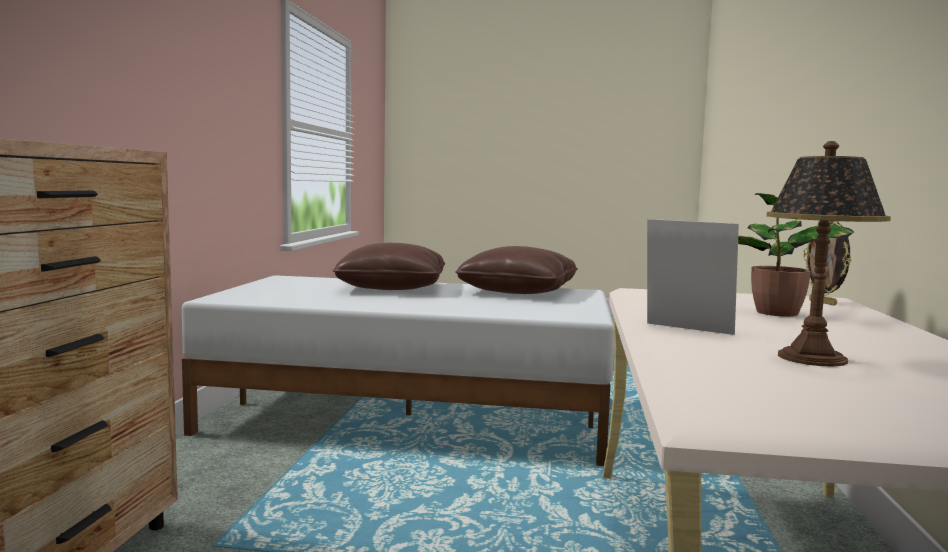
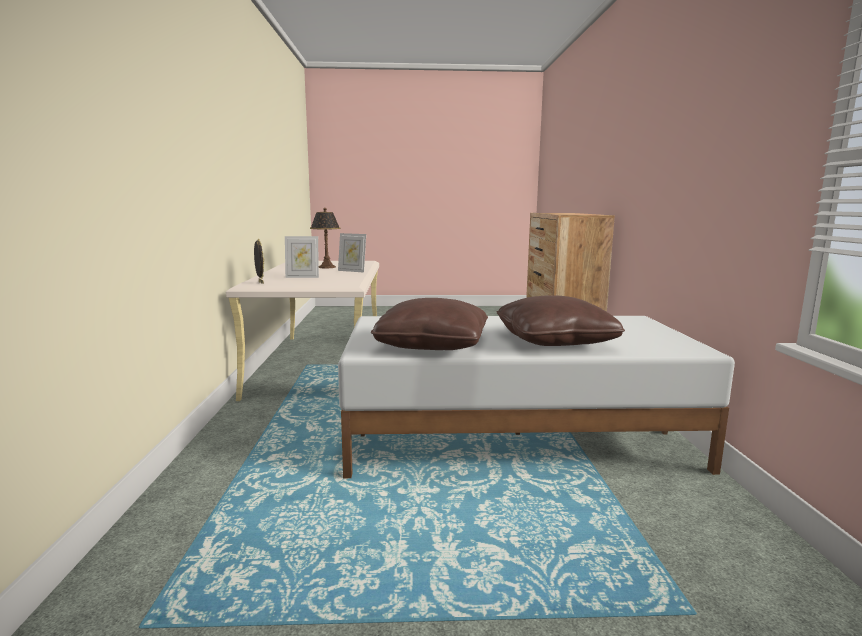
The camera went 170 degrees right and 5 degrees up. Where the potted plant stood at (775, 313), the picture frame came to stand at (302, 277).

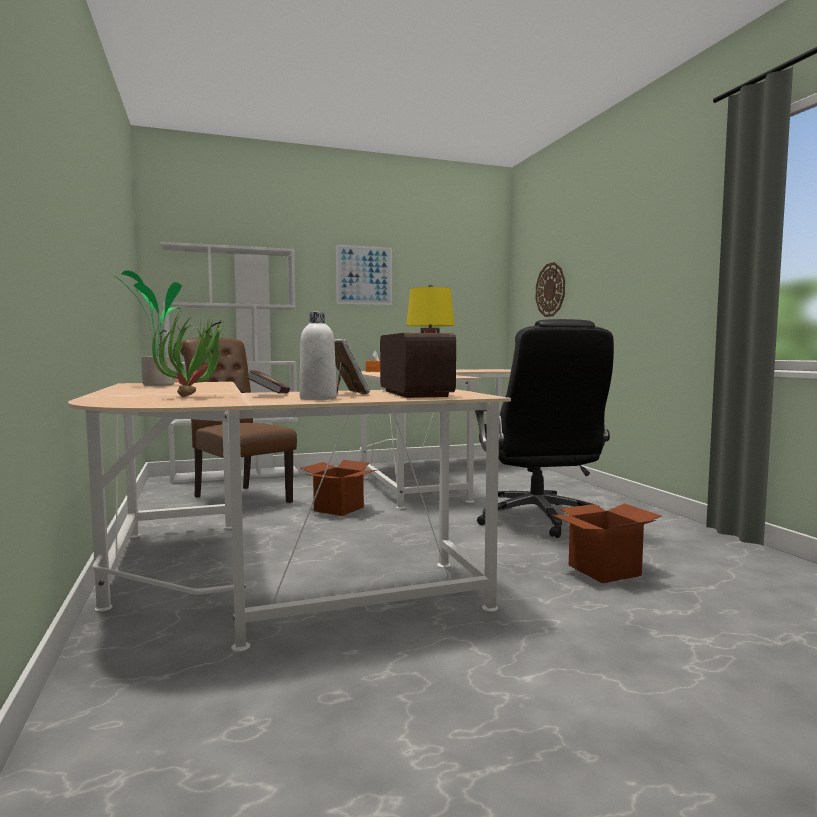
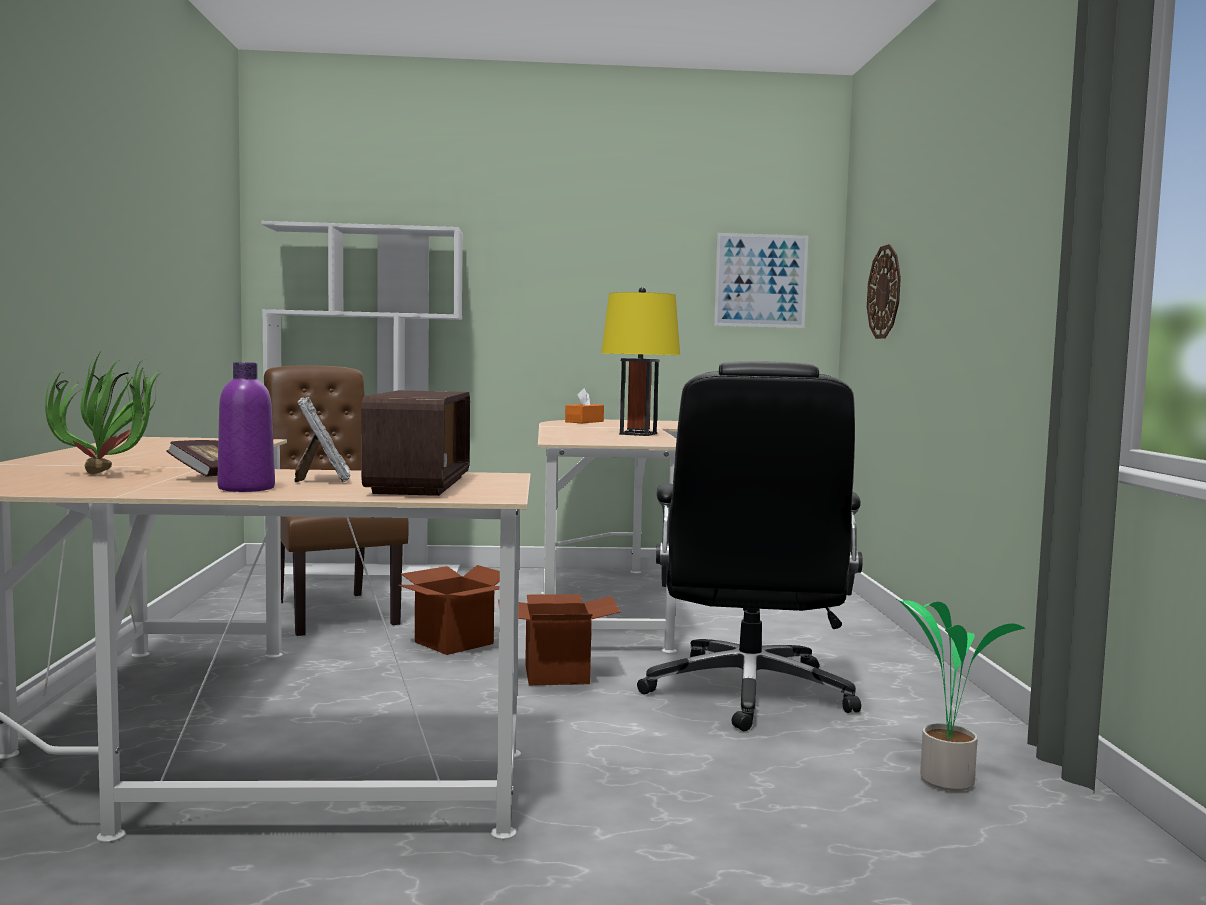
The camera went 15 degrees right and 0 degrees up. The potted plant ended up elsewhere, having gone from (156, 385) to (942, 781). What was the bottle (white) at (318, 398) turned into the bottle (purple) at (246, 488). The picture ended up elsewhere, having gone from (364, 275) to (761, 280). The cardboard box ended up elsewhere, having gone from (604, 570) to (557, 674).

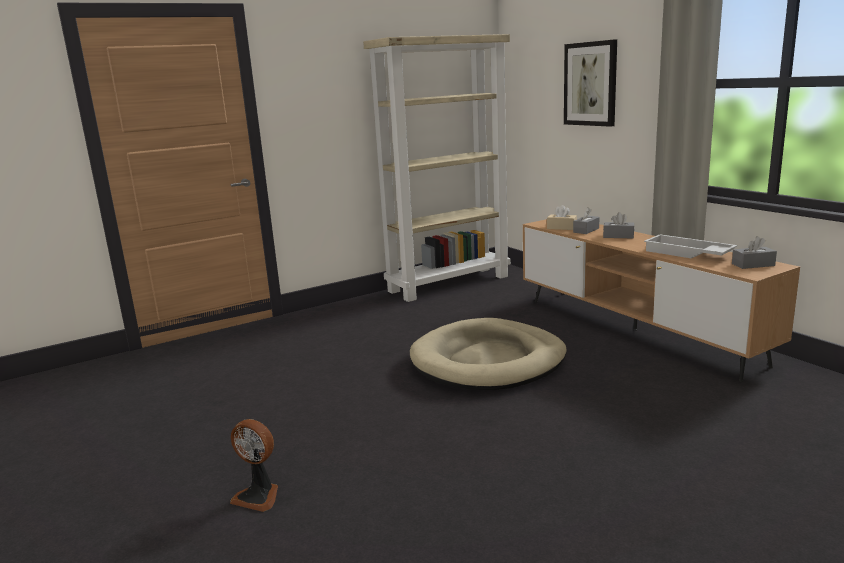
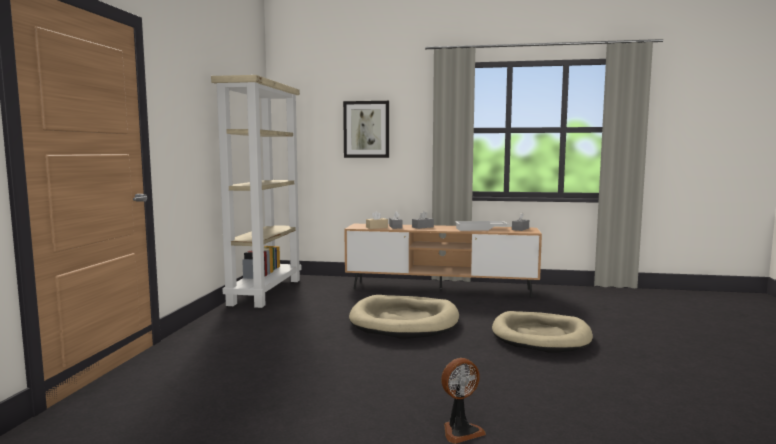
The camera went 50 degrees left and 10 degrees down. The second view gained the dog bed (beige) at (541, 336).

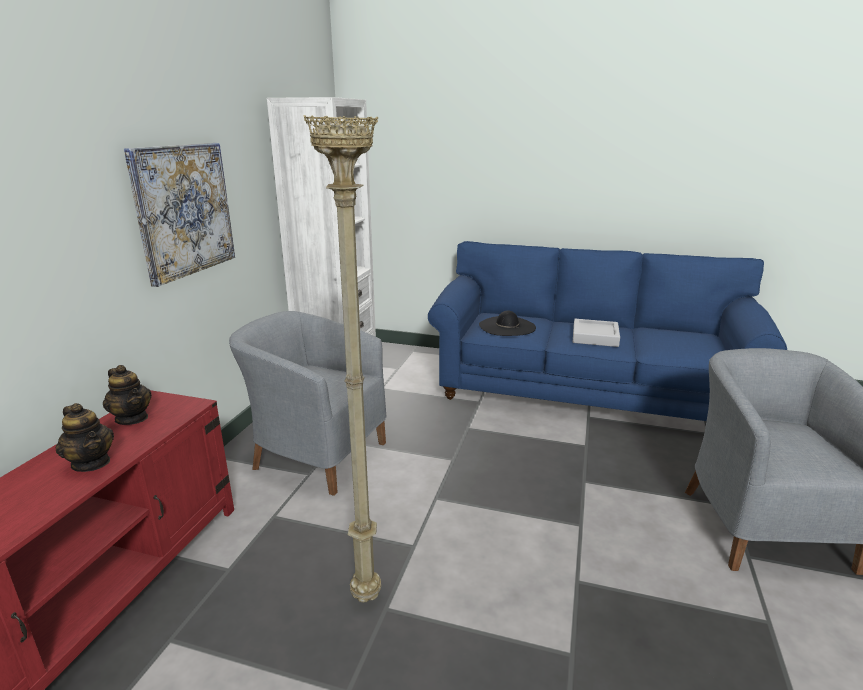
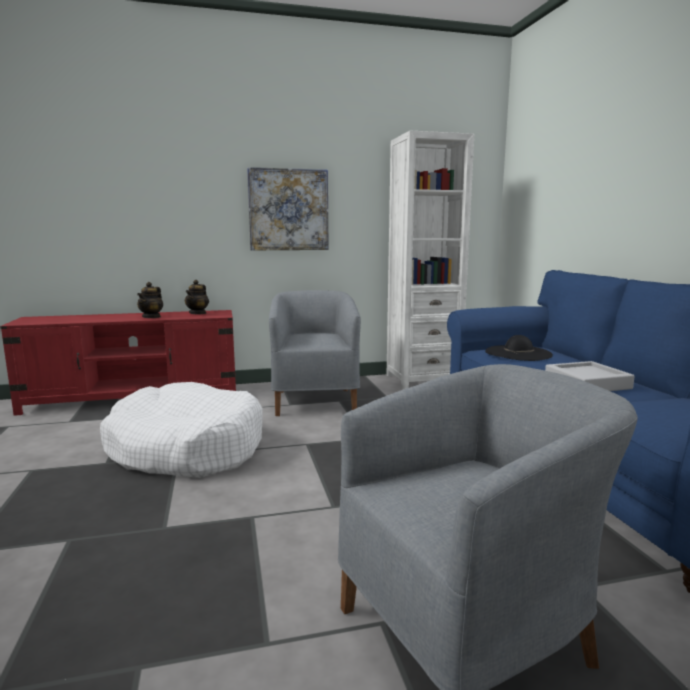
The camera went 60 degrees right and 10 degrees down. Where the floor lamp (beige) stood at (368, 595), the dog bed (white) came to stand at (186, 449).

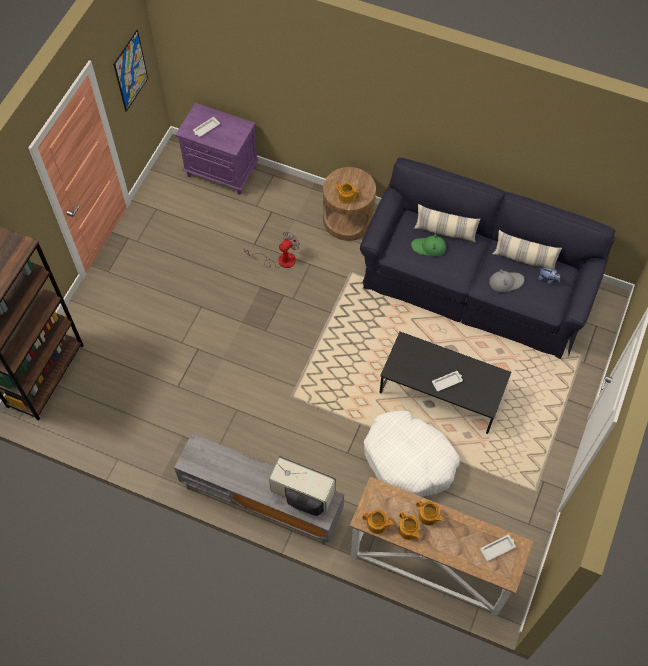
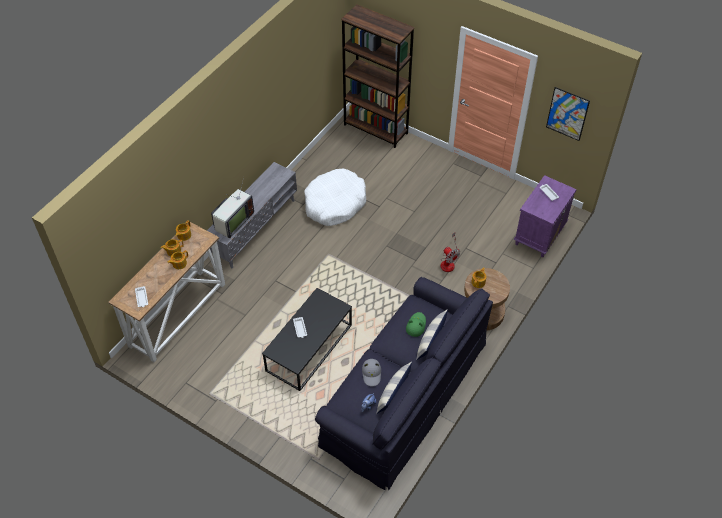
The camera went 100 degrees right and 10 degrees down. The dog bed (white) ended up elsewhere, having gone from (409, 459) to (334, 203).

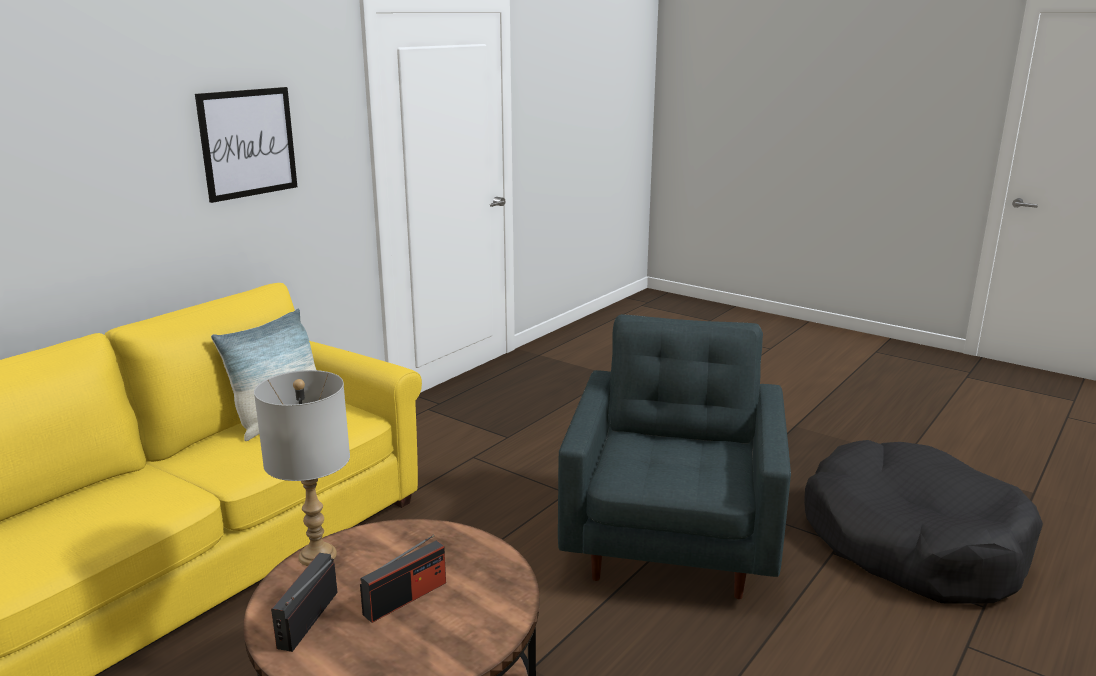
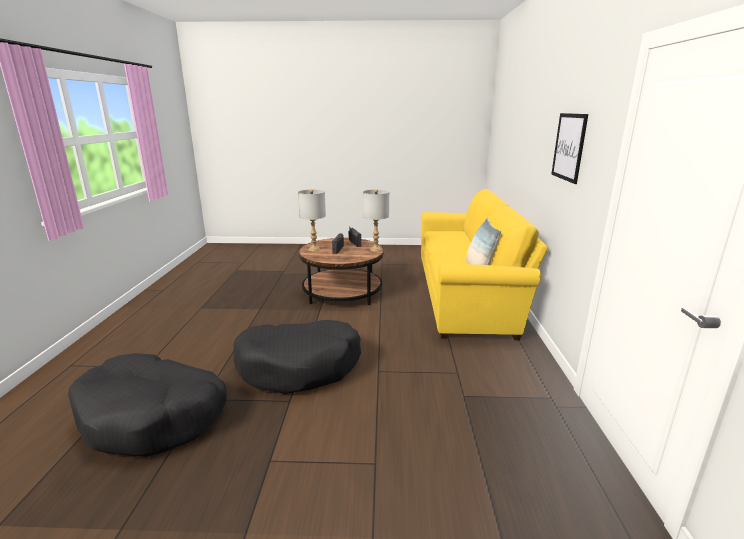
The camera went 145 degrees right and 0 degrees up. Where the armchair (grey) stood at (673, 540), the dog bed (black) came to stand at (299, 366). The second view gained the table lamp (grey) at (314, 249).

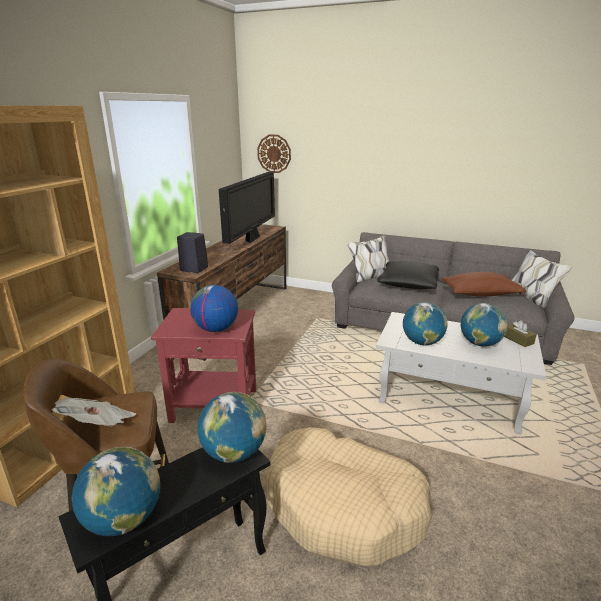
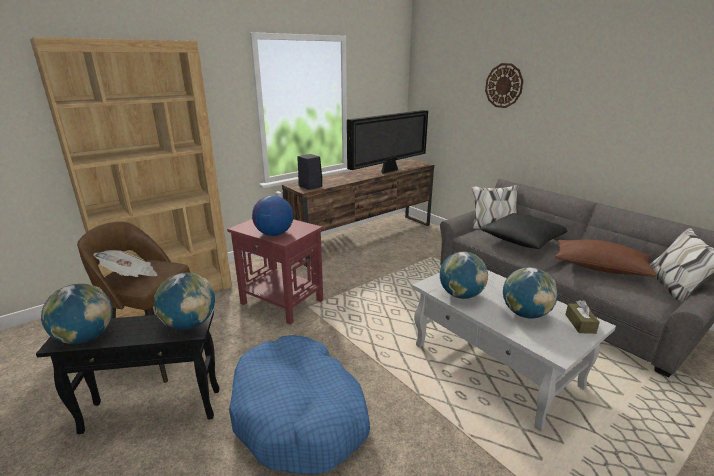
The camera went 30 degrees right and 0 degrees up. The wall clock ended up elsewhere, having gone from (274, 153) to (504, 85). What was the dog bed (beige) at (343, 506) turned into the dog bed (blue) at (300, 414).

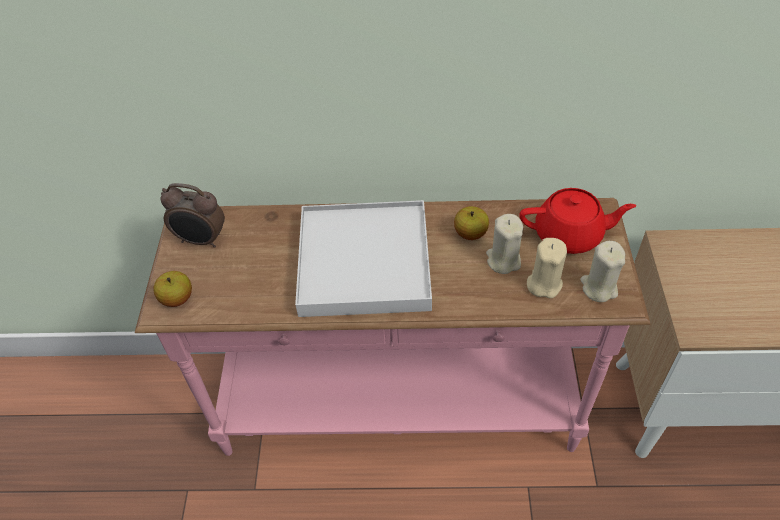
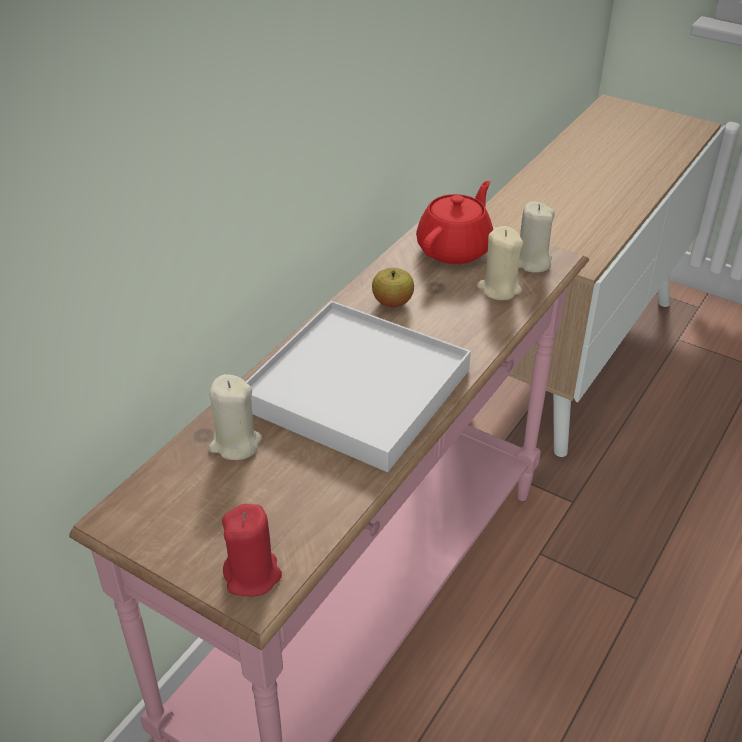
The camera went 60 degrees left and 10 degrees down. Where the apple stood at (177, 299), the candle (red) came to stand at (253, 575). The second view lost the alarm clock at (201, 240). The candle (beige) ended up elsewhere, having gone from (503, 260) to (235, 444).

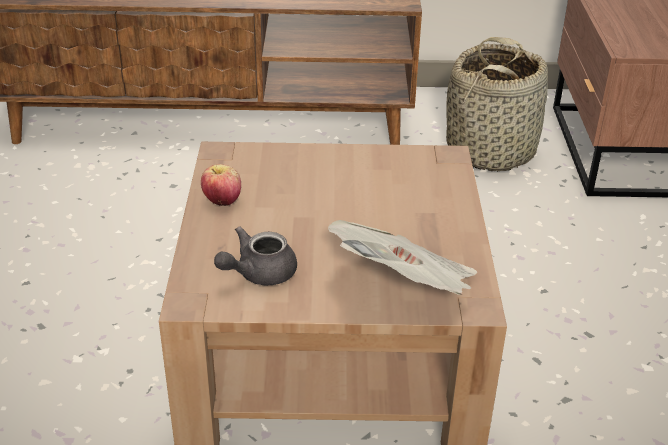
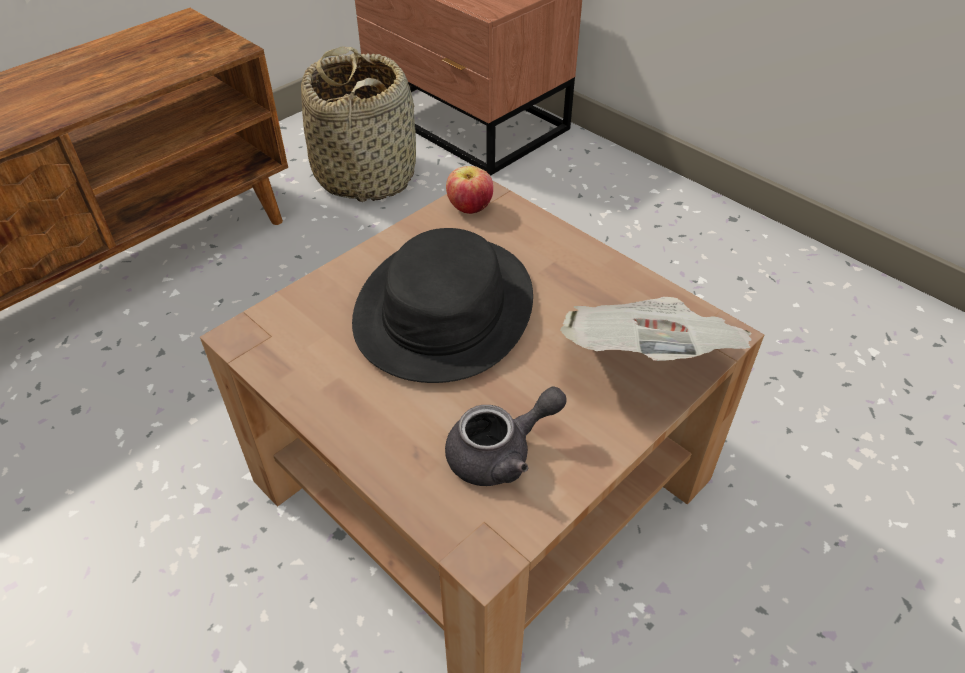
The camera went 45 degrees left and 10 degrees up. The apple ended up elsewhere, having gone from (222, 201) to (470, 208). The teapot (grey) at (258, 273) ended up facing another way, 120 degrees counterclockwise from before. The second view gained the hat (black) at (443, 308).

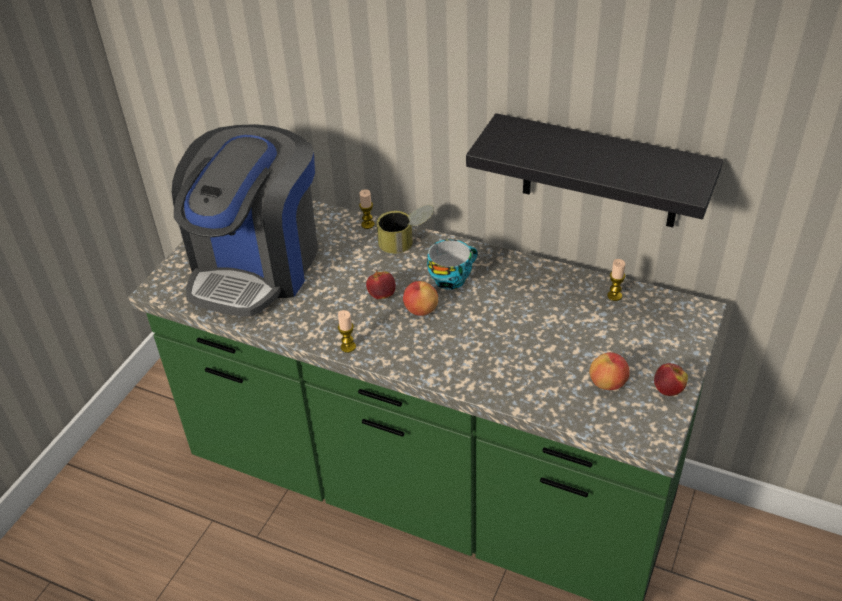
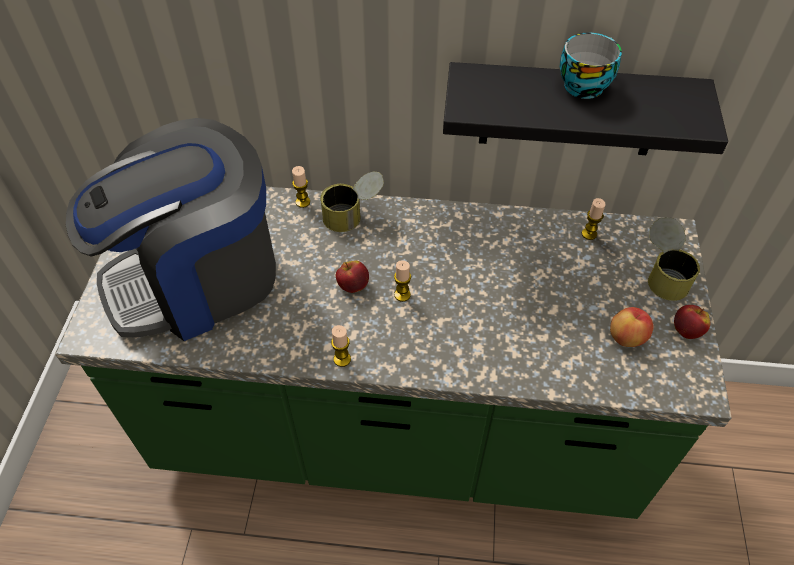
The camera went 20 degrees left and 10 degrees up. The coffee machine at (257, 266) ended up facing another way, 60 degrees clockwise from before. Where the apple stood at (420, 310), the candle came to stand at (402, 295). The cup ended up elsewhere, having gone from (451, 278) to (584, 84). The second view gained the can at (663, 274).

